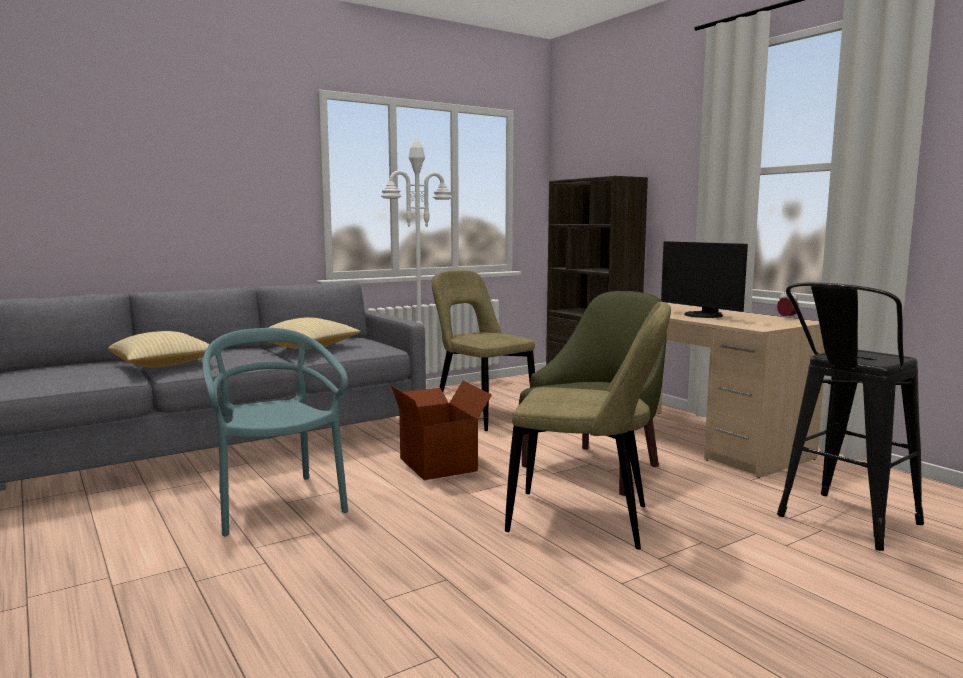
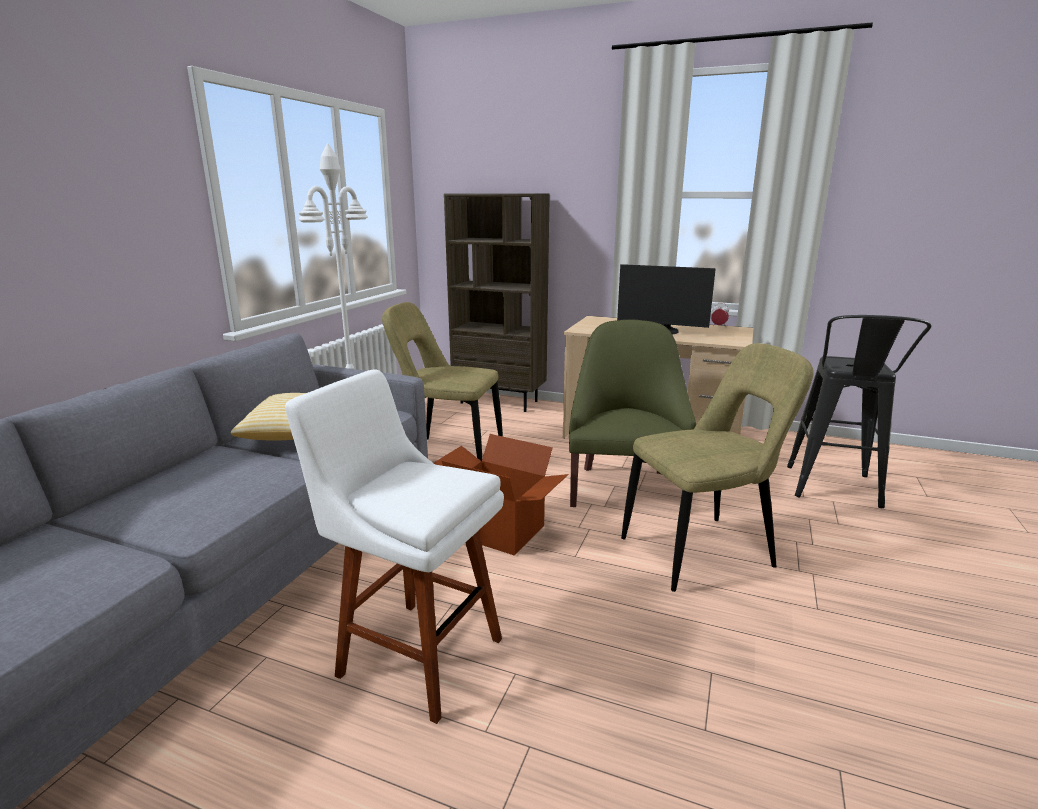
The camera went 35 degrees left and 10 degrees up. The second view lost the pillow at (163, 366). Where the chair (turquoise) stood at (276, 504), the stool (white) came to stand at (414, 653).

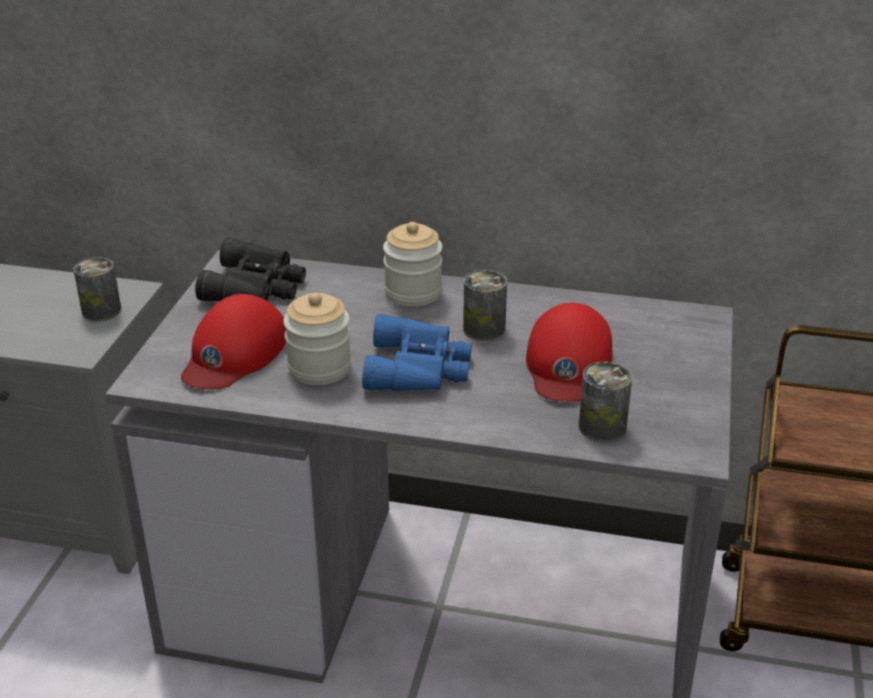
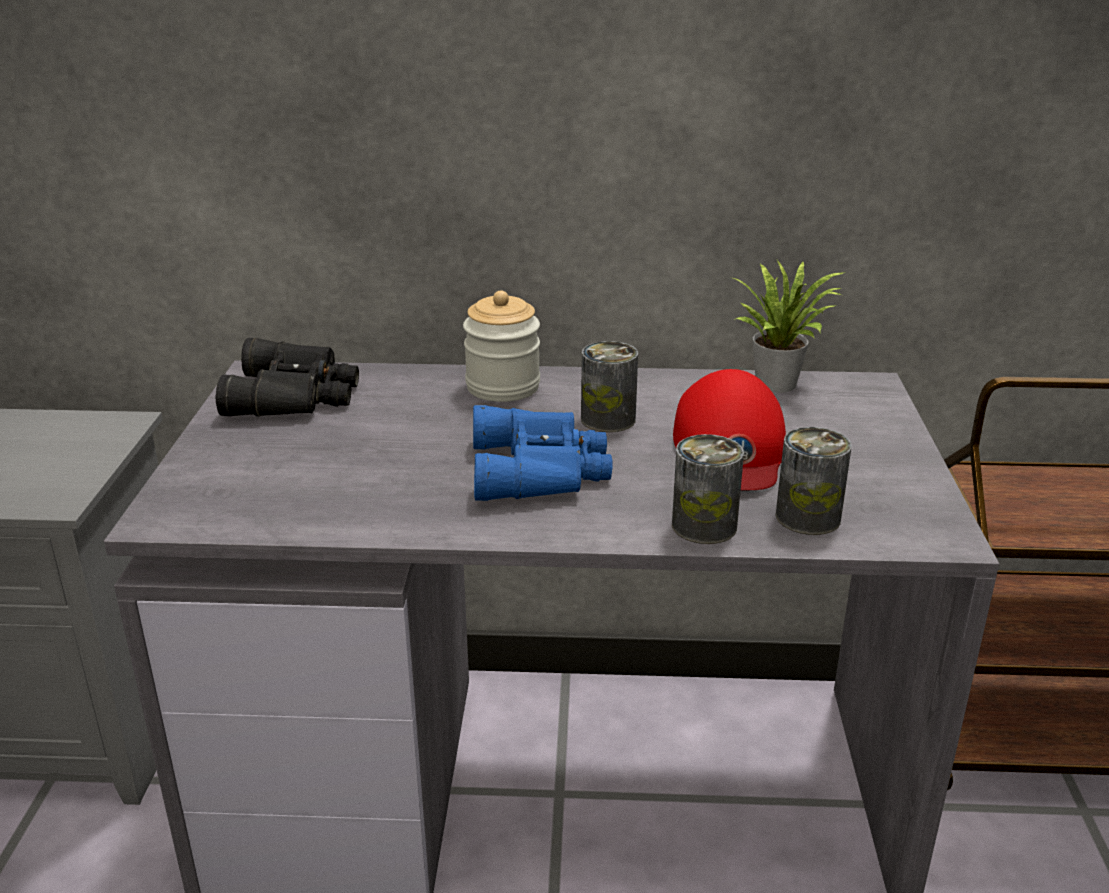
The camera went 10 degrees left and 5 degrees down. The can ended up elsewhere, having gone from (101, 311) to (704, 526). The second view lost the cap (red) at (234, 353). The second view lost the jar at (319, 368). The second view gained the potted plant at (779, 382).

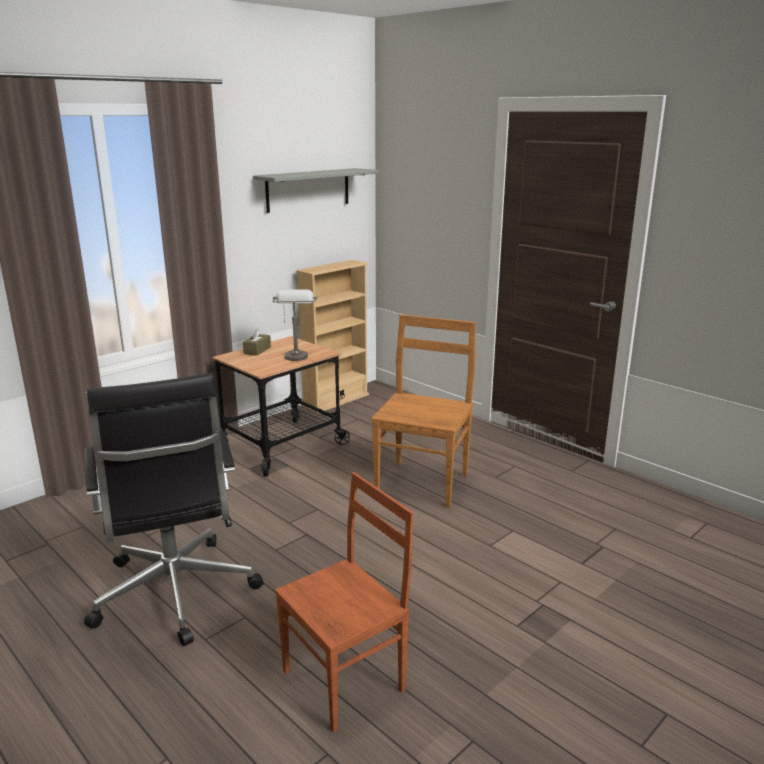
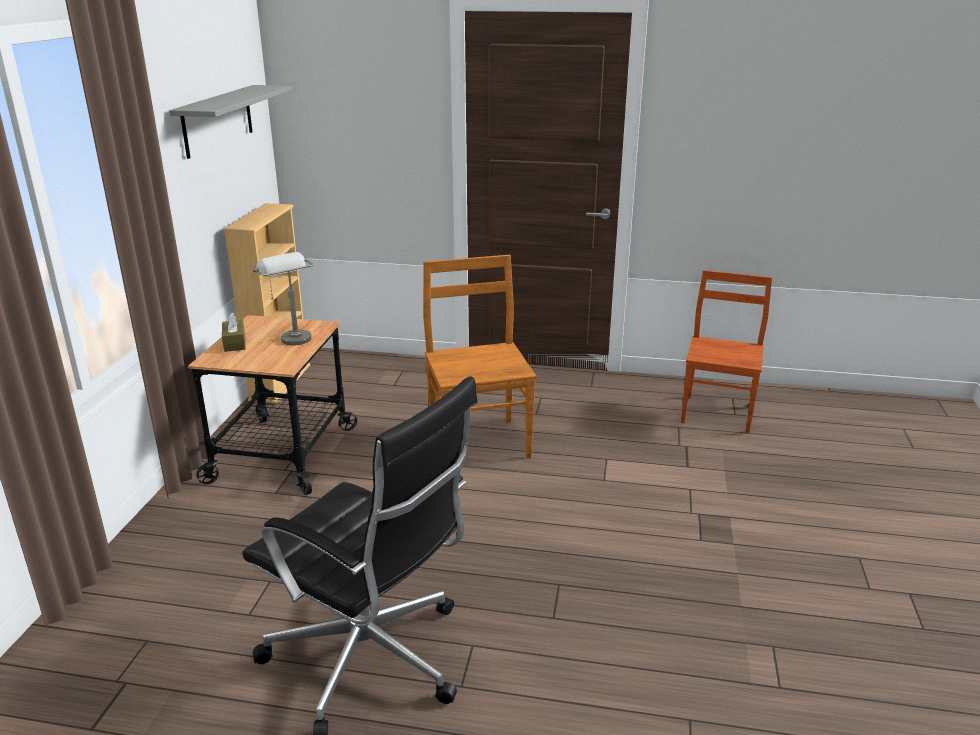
The camera went 35 degrees left and 5 degrees up. The chair (brown) ended up elsewhere, having gone from (346, 681) to (718, 413).

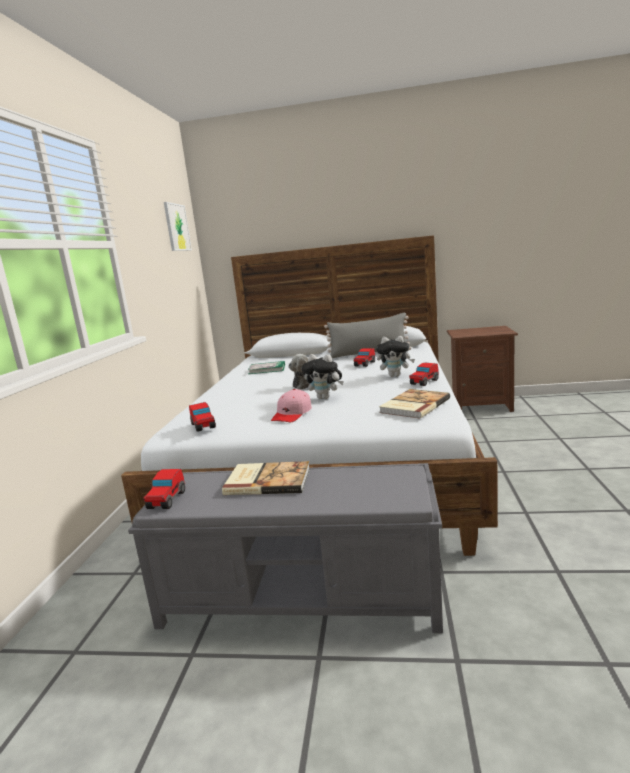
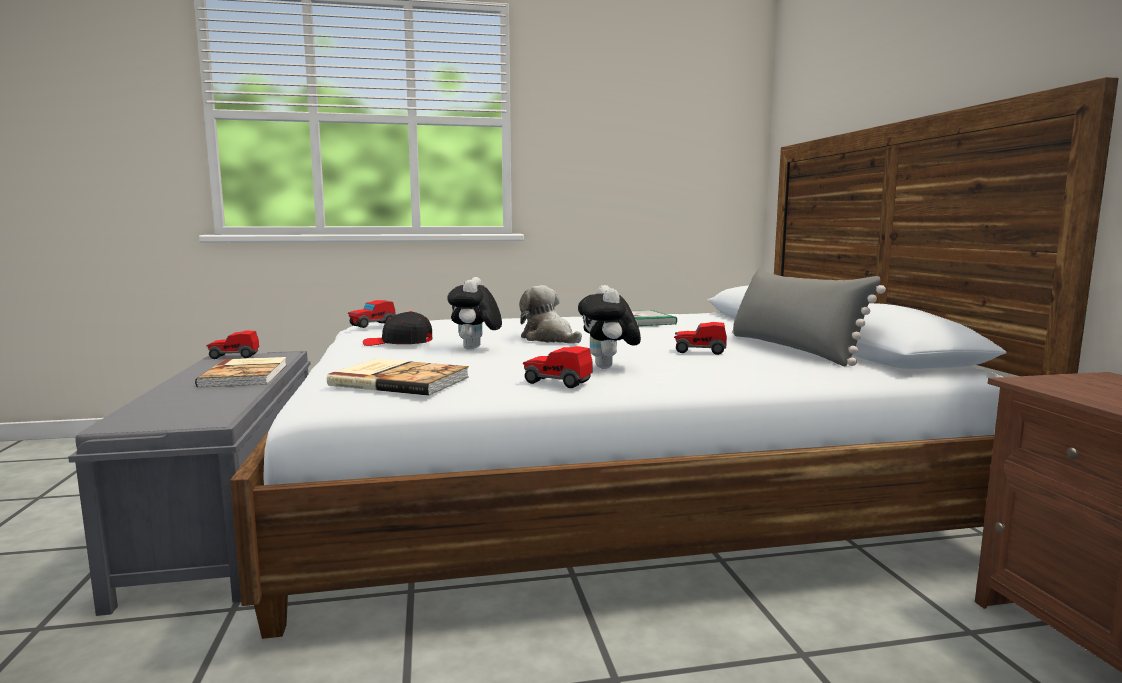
The camera went 70 degrees right and 5 degrees down. The second view lost the picture at (177, 227). What was the cap (pink) at (292, 414) turned into the cap (black) at (398, 343).

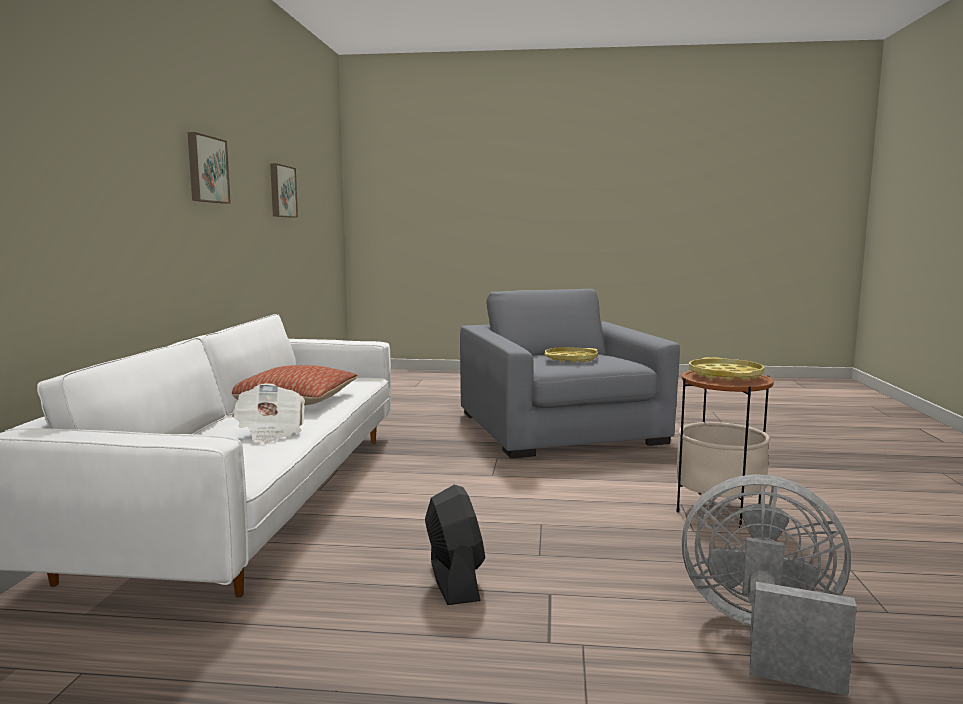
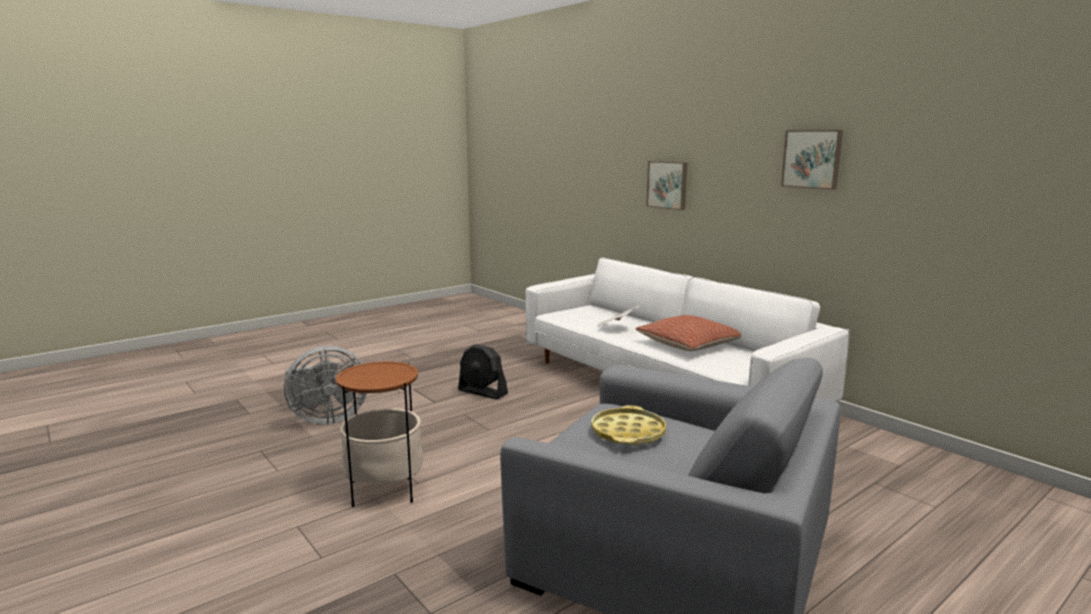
The camera went 135 degrees right and 5 degrees up. The picture ended up elsewhere, having gone from (281, 191) to (668, 184). The second view lost the tray (yellow) at (725, 375).

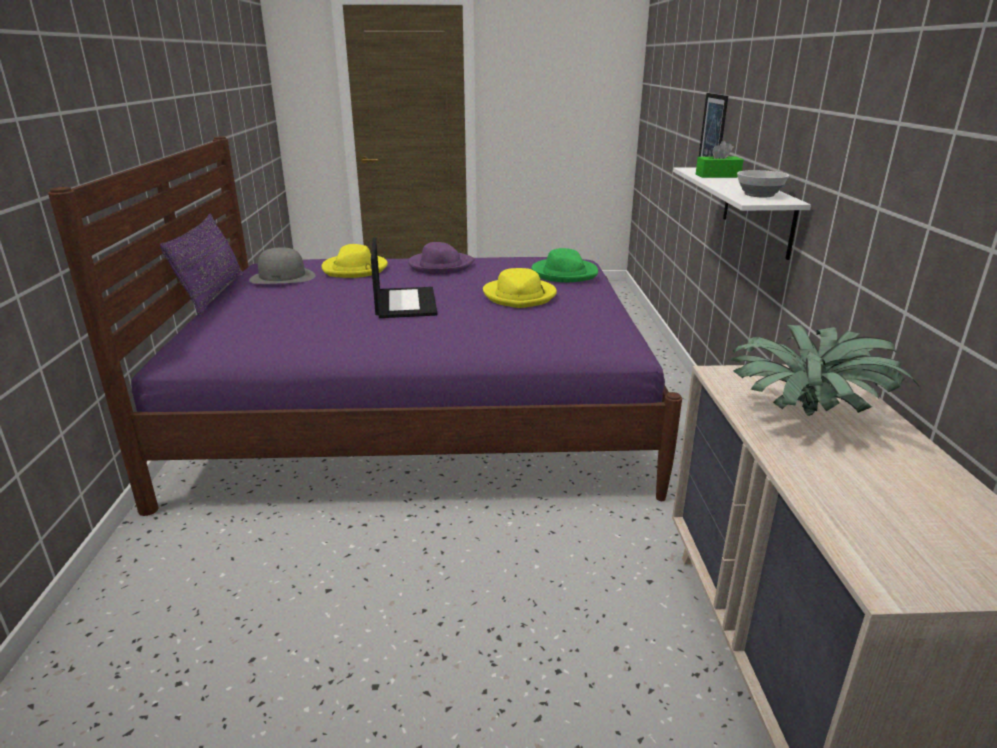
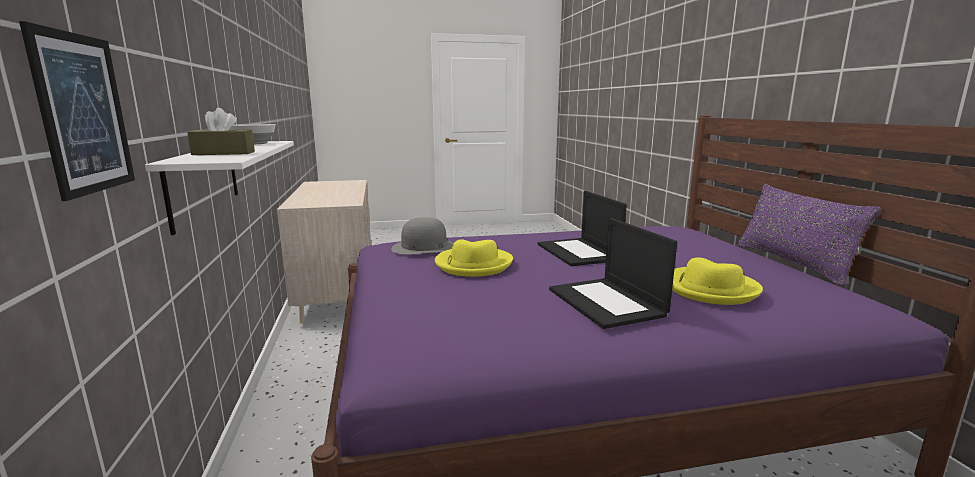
The camera went 170 degrees right and 10 degrees down. The hat (grey) ended up elsewhere, having gone from (283, 277) to (424, 247). Where the hat (purple) stood at (440, 265), the laptop came to stand at (607, 302). The second view lost the hat (green) at (564, 273). What was the tissue box (green) at (717, 176) turned into the tissue box (brown) at (224, 153). The second view lost the potted plant at (804, 417).

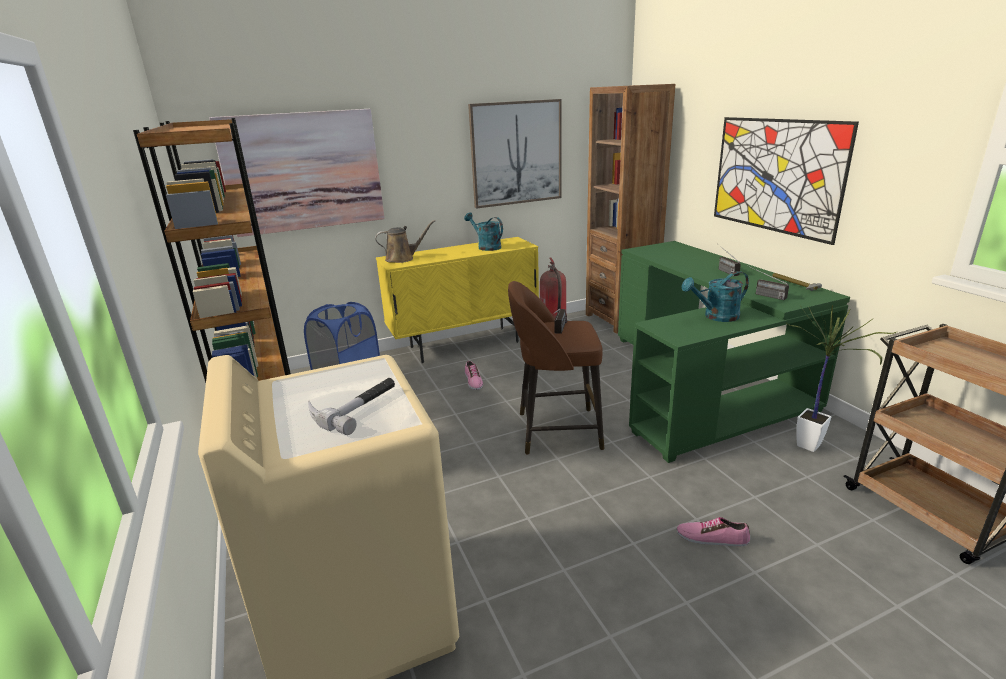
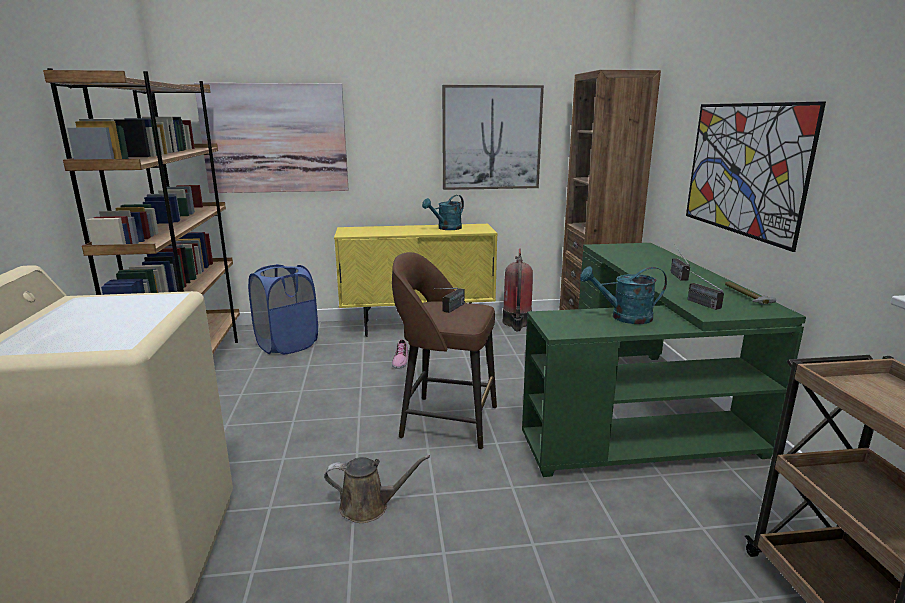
The camera went 15 degrees right and 5 degrees down. The second view lost the hammer at (354, 407). The watering can (brown) ended up elsewhere, having gone from (402, 258) to (369, 506). The watering can (turquoise) at (486, 247) ended up facing another way, 105 degrees counterclockwise from before. The second view lost the shoe at (712, 537). The second view lost the potted plant at (812, 448).

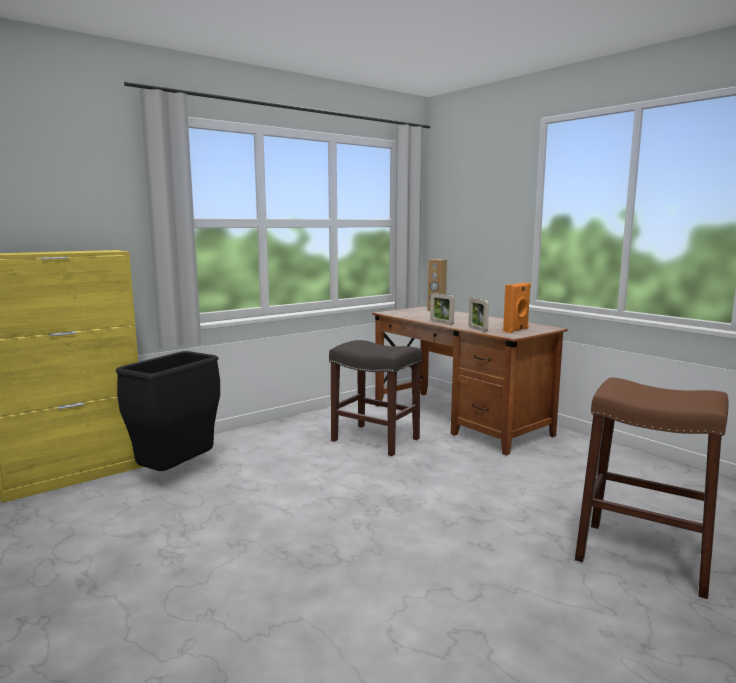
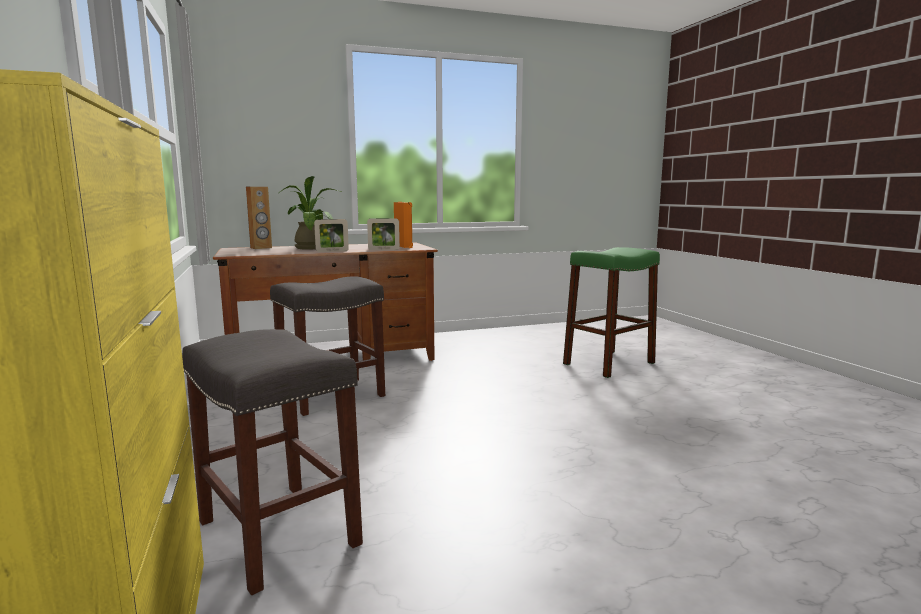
The camera went 70 degrees left and 0 degrees up. Where the trash can (black) stood at (176, 473), the stool (grey) came to stand at (276, 532). What was the stool (brown) at (643, 557) turned into the stool (green) at (609, 363). The second view gained the potted plant at (311, 247).

